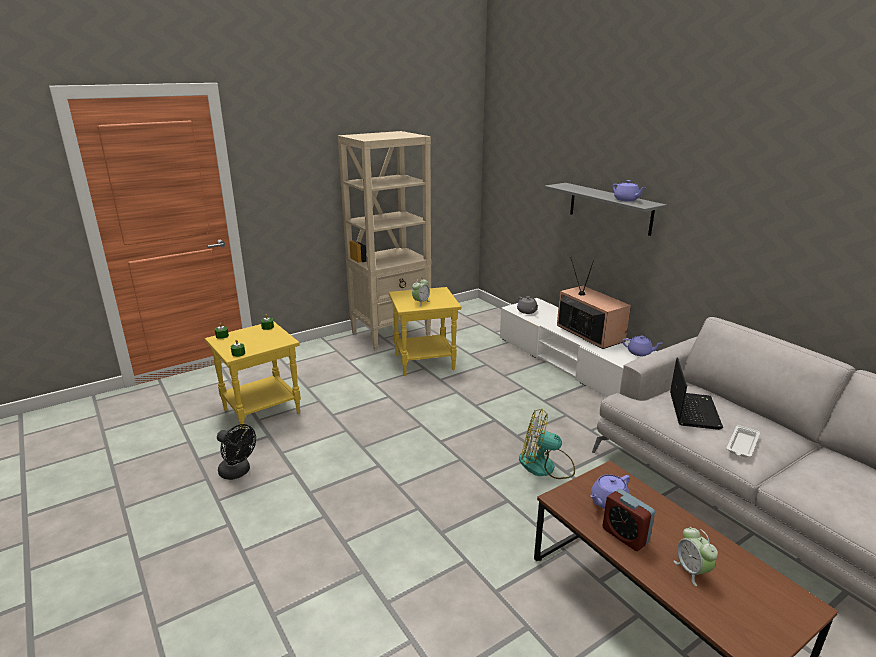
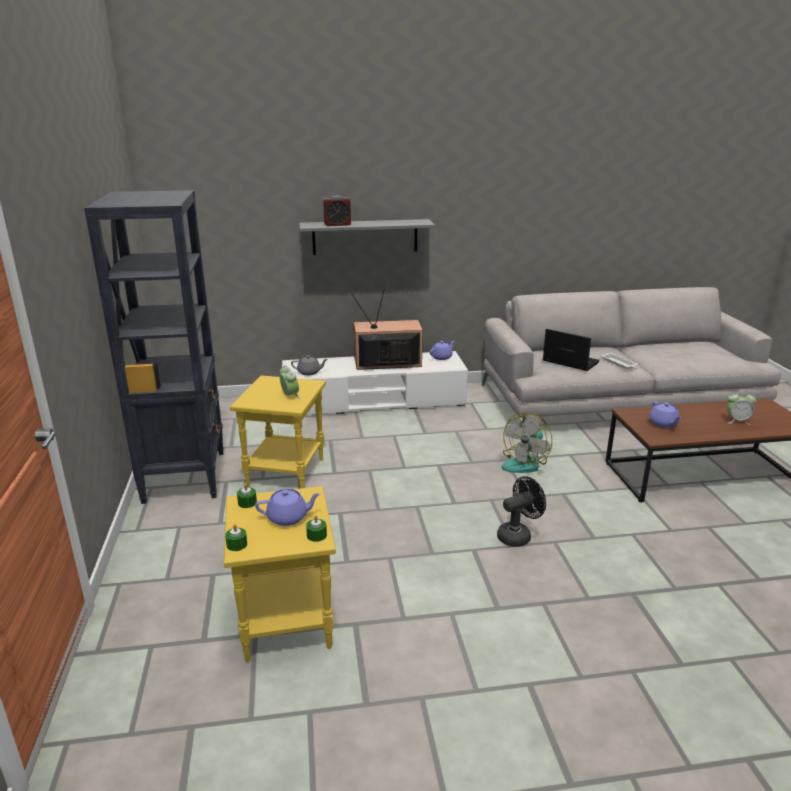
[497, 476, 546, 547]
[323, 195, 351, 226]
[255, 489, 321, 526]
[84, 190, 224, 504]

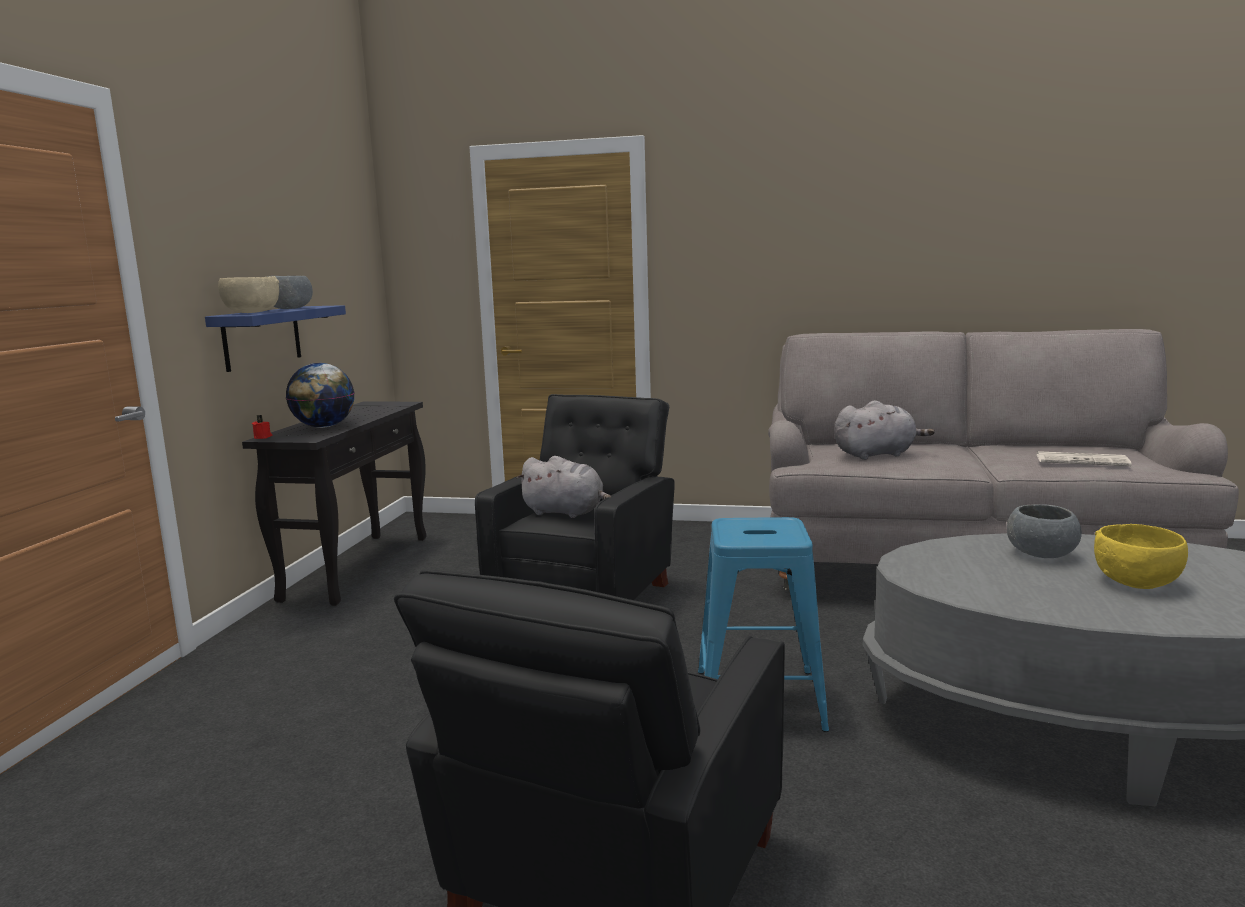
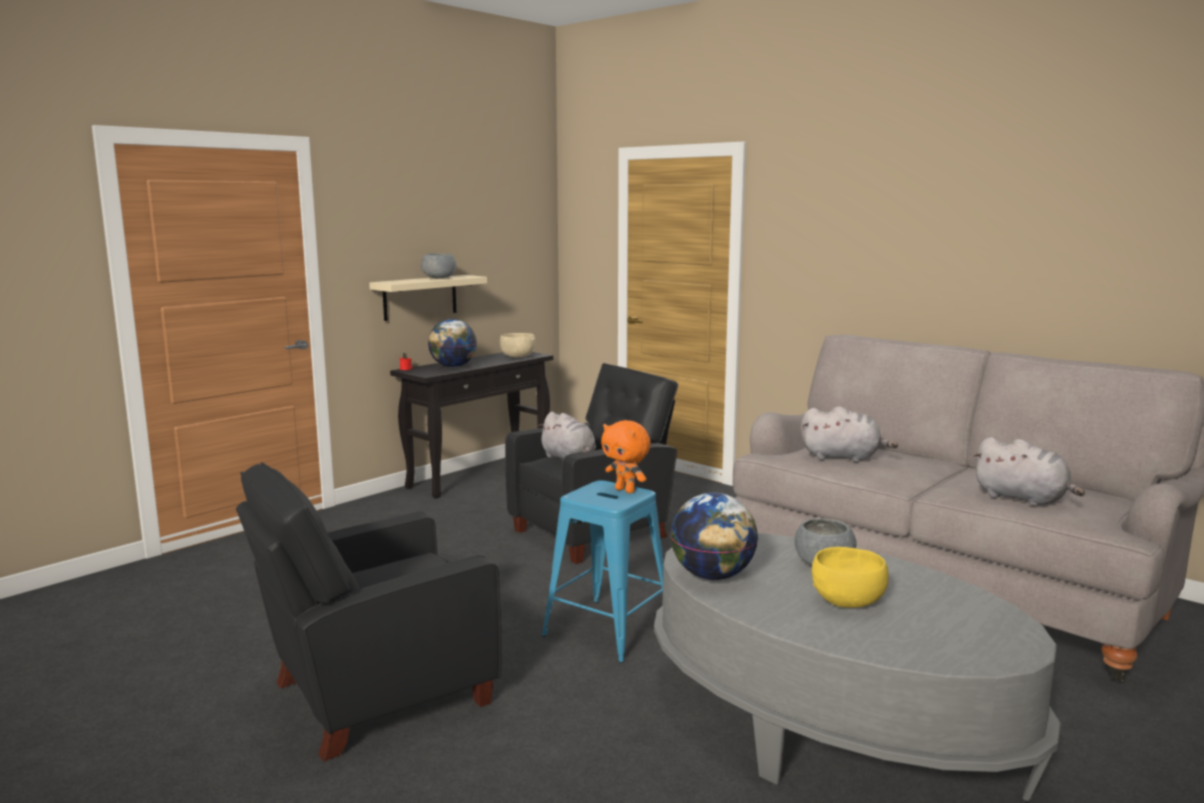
[601, 420, 651, 493]
[670, 493, 758, 580]
[500, 333, 535, 357]
[973, 437, 1085, 506]
[369, 275, 487, 321]

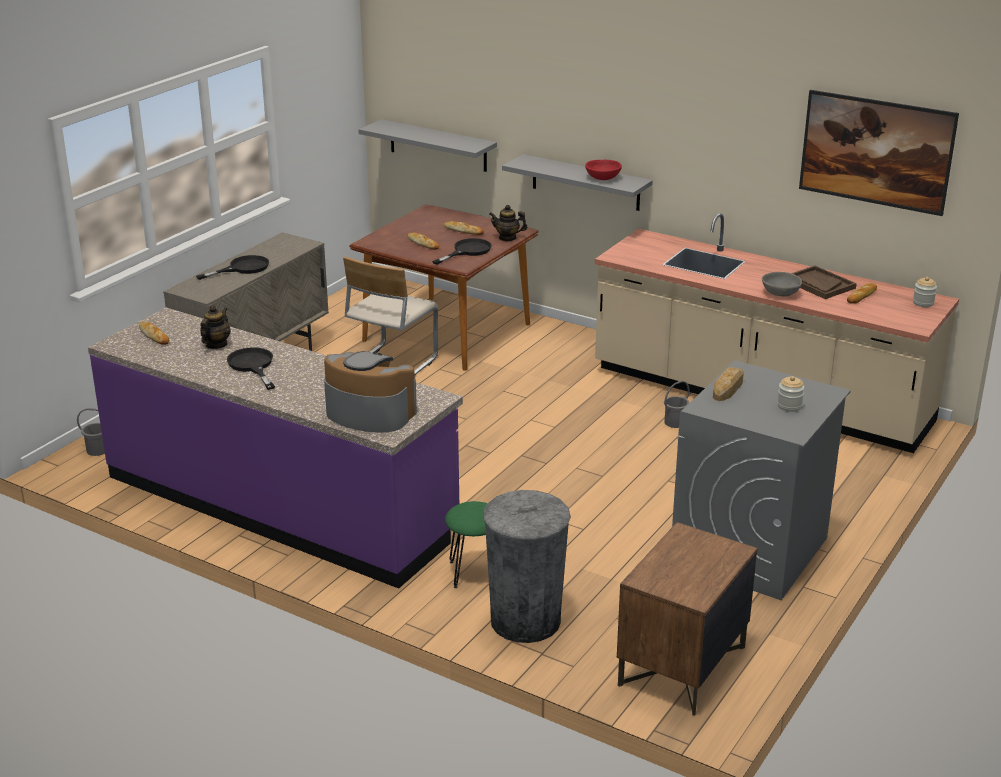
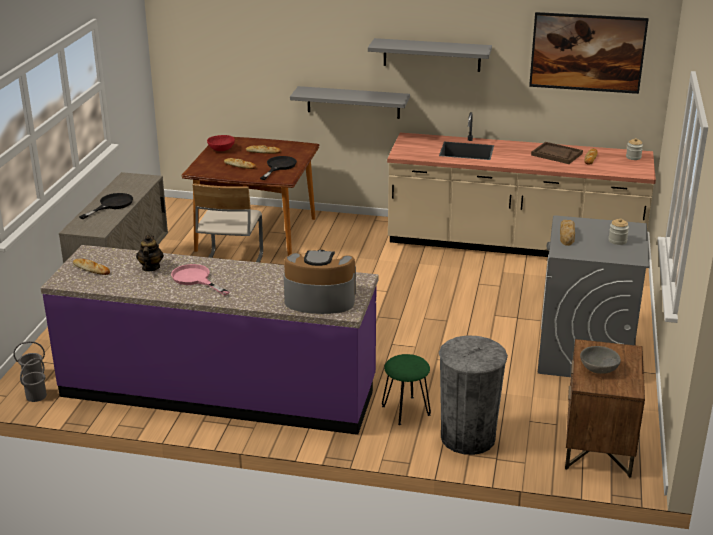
[489, 205, 527, 241] (first image)
[368, 38, 492, 72]
[207, 135, 235, 151]
[20, 358, 47, 402]
[580, 346, 621, 374]
[171, 264, 230, 296]

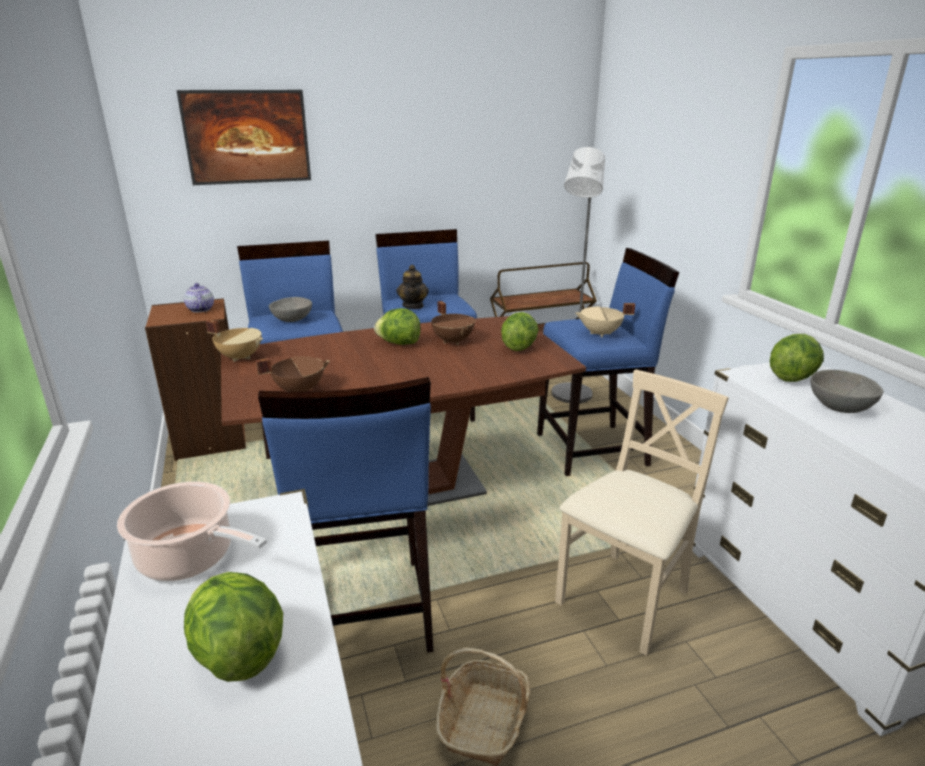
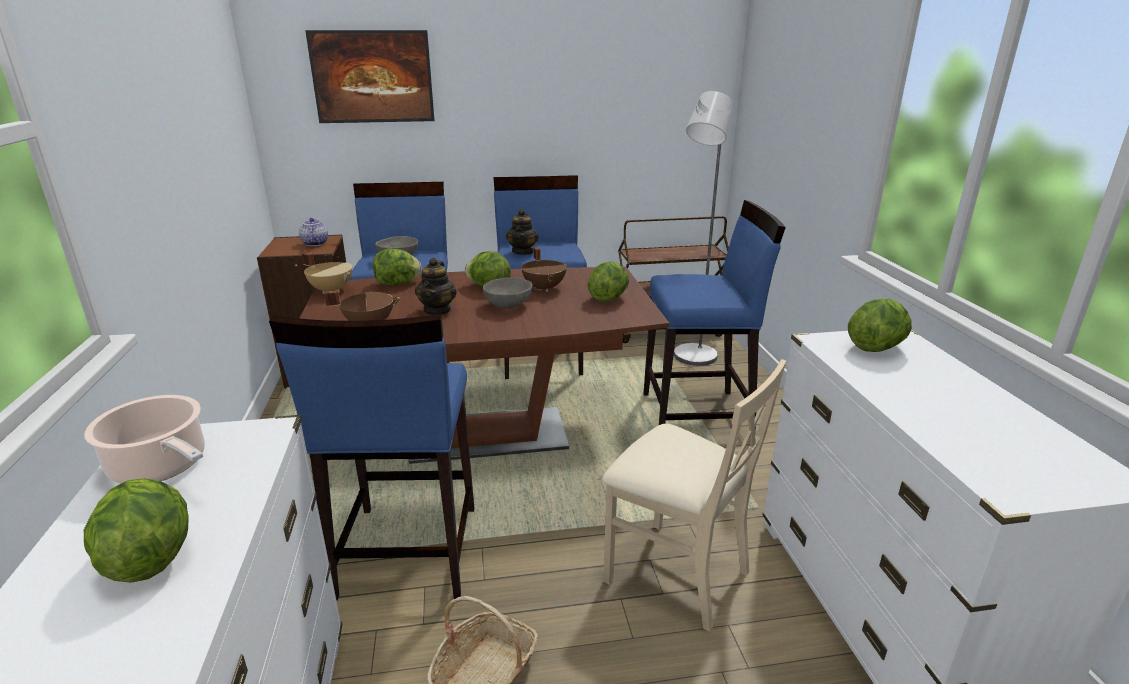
[575, 303, 635, 337] (first image)
[373, 248, 421, 285]
[415, 258, 457, 315]
[483, 277, 532, 309]
[602, 359, 786, 632]

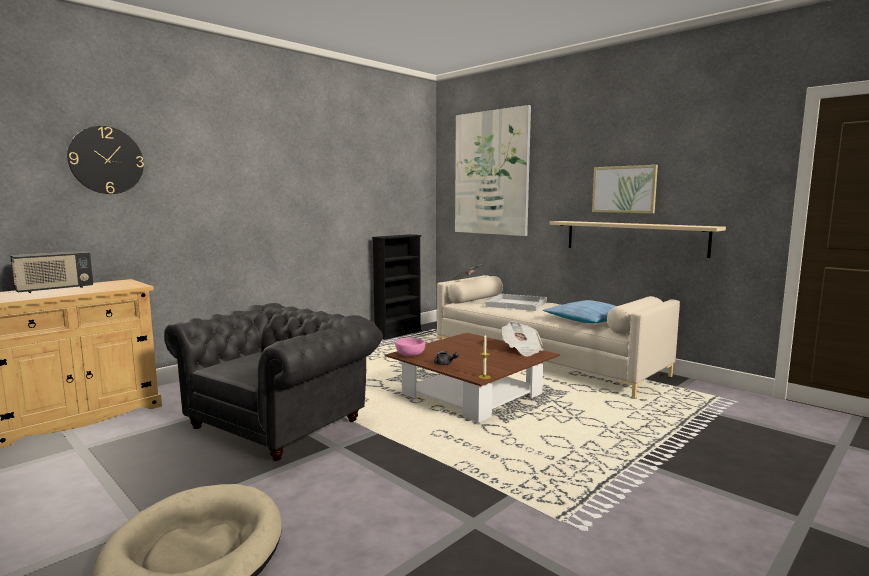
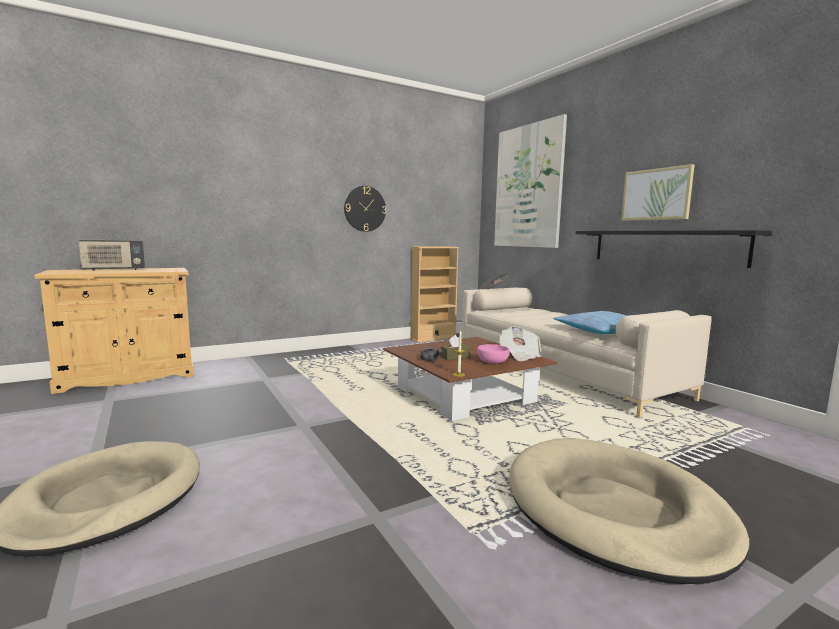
[164, 303, 383, 461] (first image)
[486, 294, 547, 311] (first image)
[440, 335, 470, 360]
[509, 438, 750, 584]
[344, 186, 386, 232]
[477, 344, 509, 364]
[410, 246, 460, 342]
[576, 230, 772, 268]

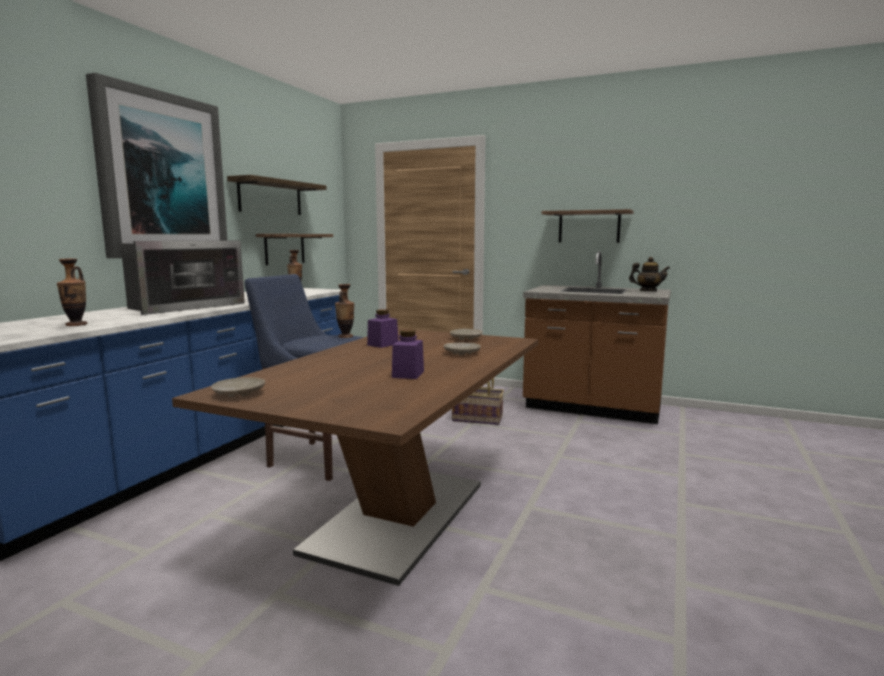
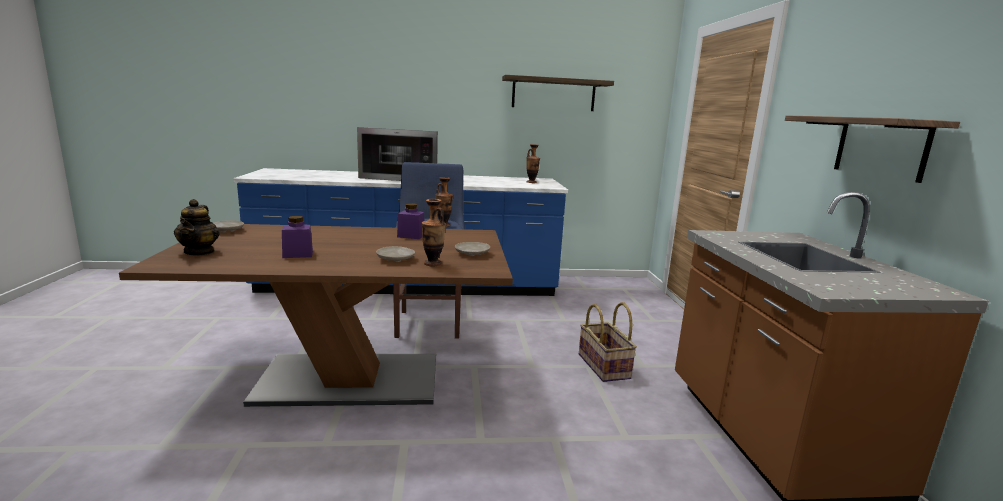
[86, 73, 227, 258] (first image)
[256, 234, 333, 265] (first image)
[421, 199, 446, 266]
[174, 199, 220, 256]

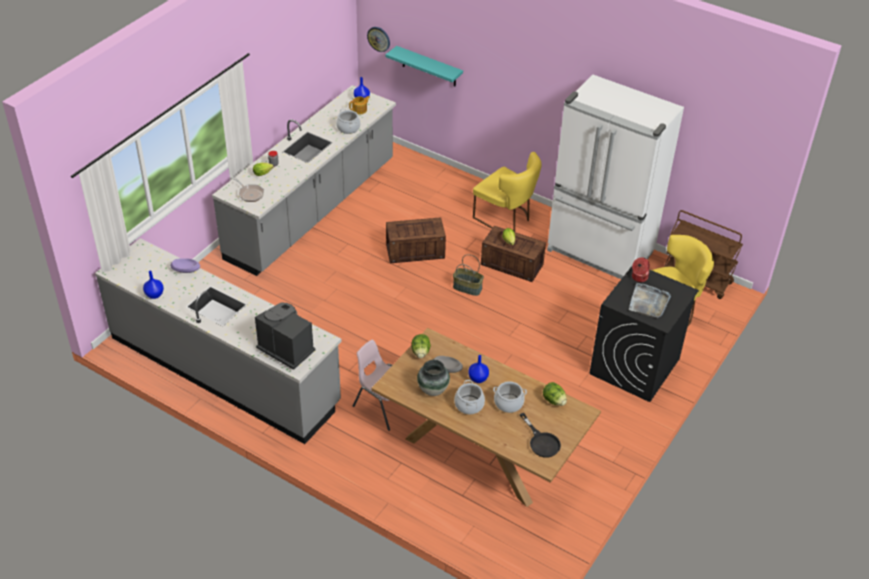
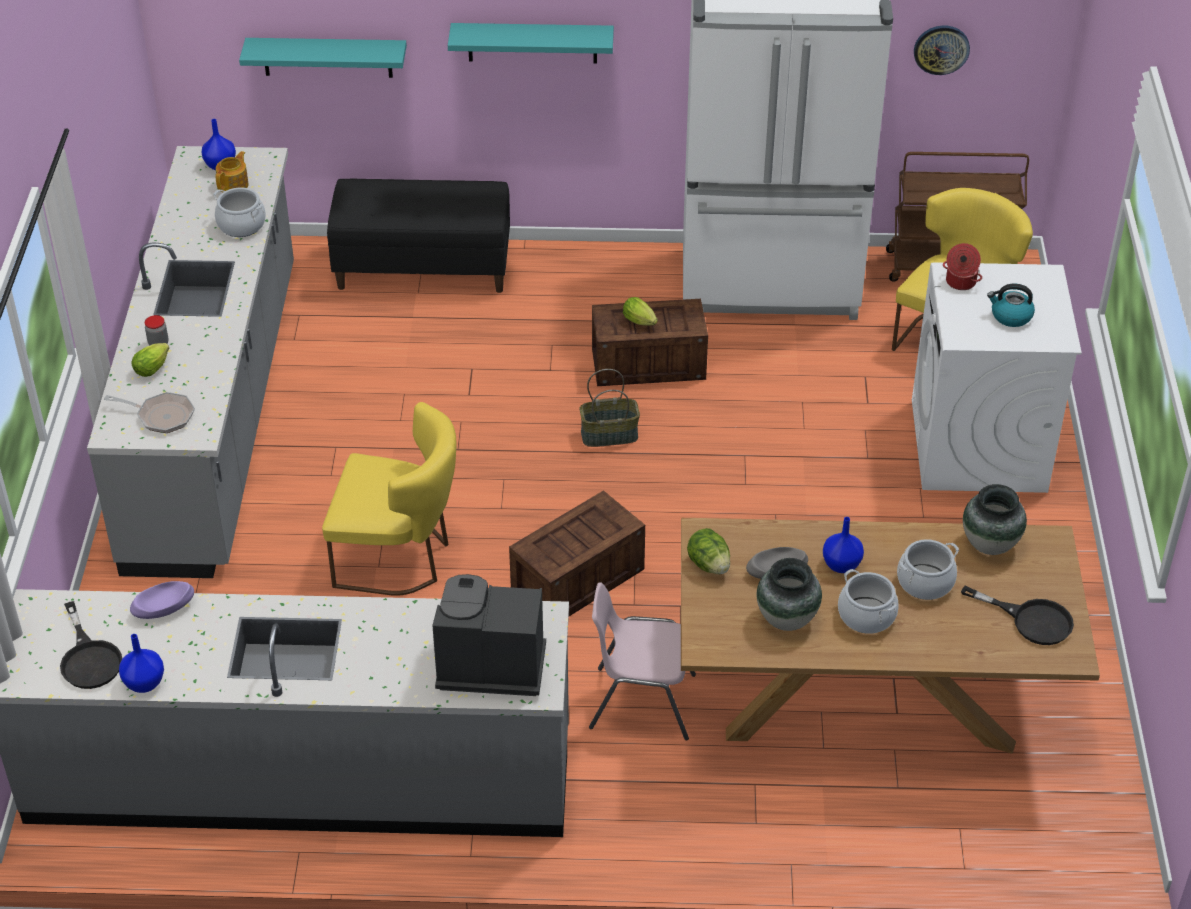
[60, 601, 122, 689]
[327, 179, 510, 293]
[448, 23, 614, 64]
[914, 26, 970, 75]
[509, 490, 645, 616]
[322, 402, 457, 596]
[963, 484, 1027, 555]
[987, 284, 1035, 327]
[912, 262, 1082, 493]

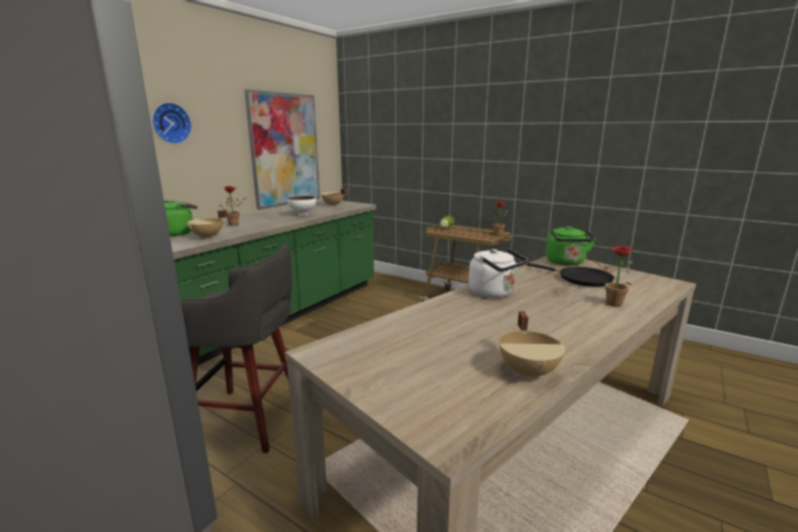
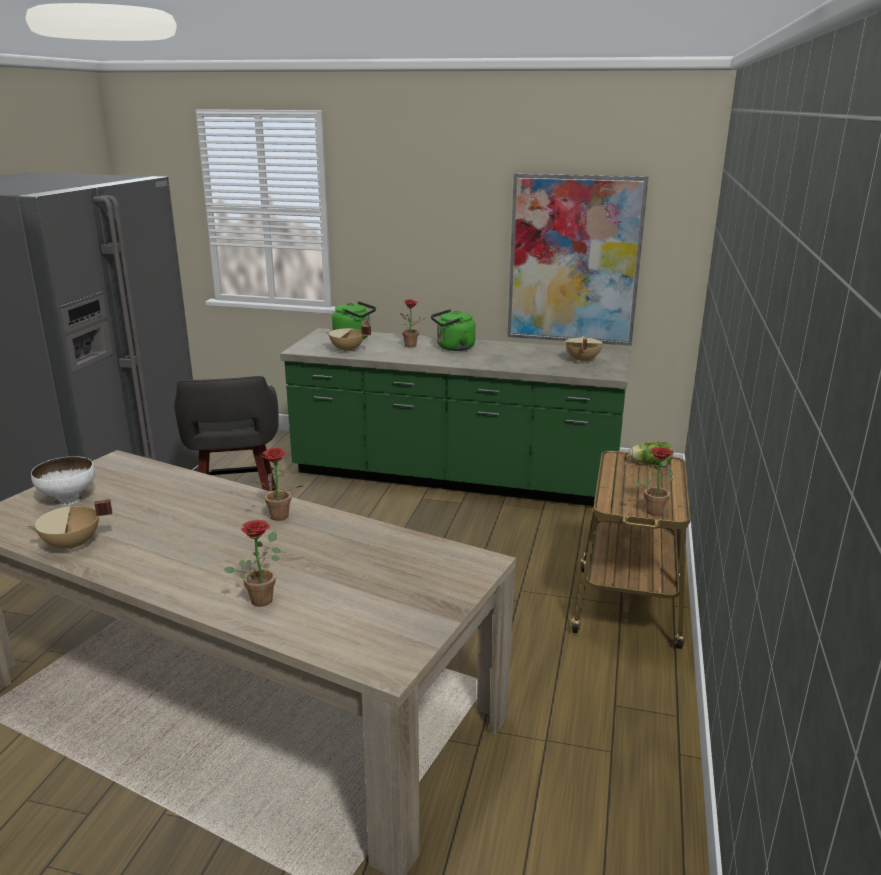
[152, 102, 192, 144] (first image)
[527, 263, 614, 287] (first image)
[31, 456, 95, 505]
[431, 309, 476, 351]
[249, 448, 303, 521]

